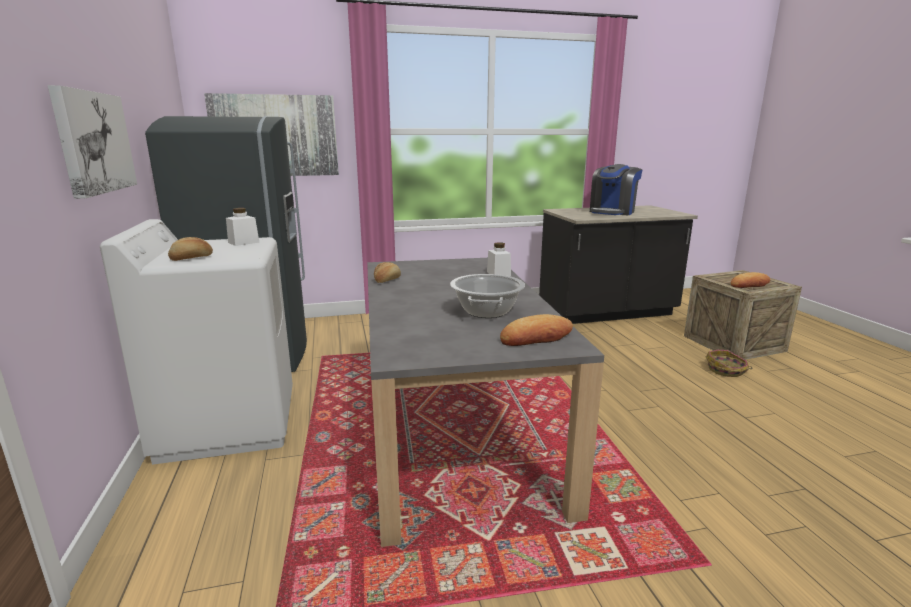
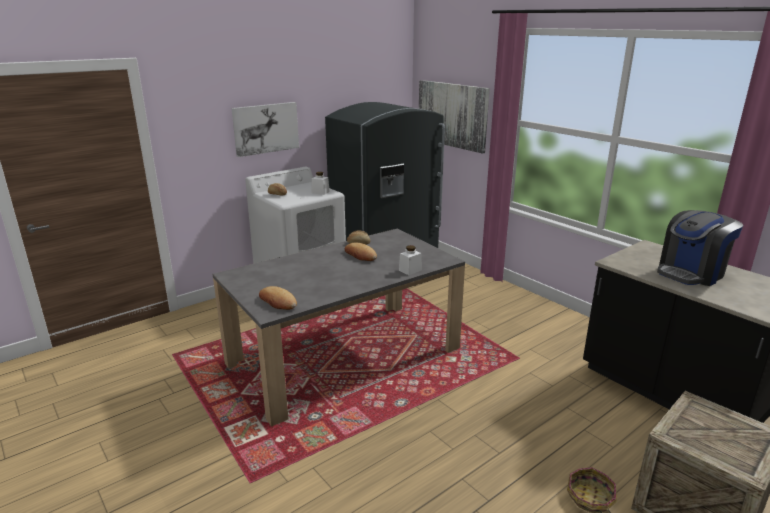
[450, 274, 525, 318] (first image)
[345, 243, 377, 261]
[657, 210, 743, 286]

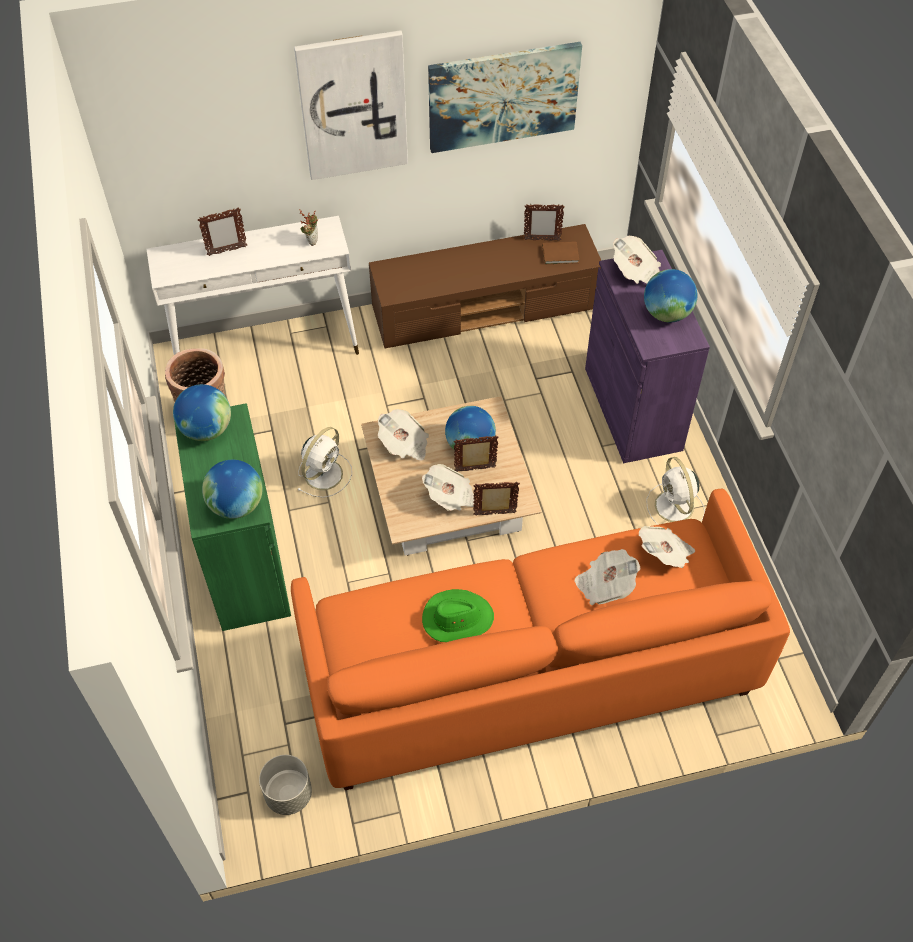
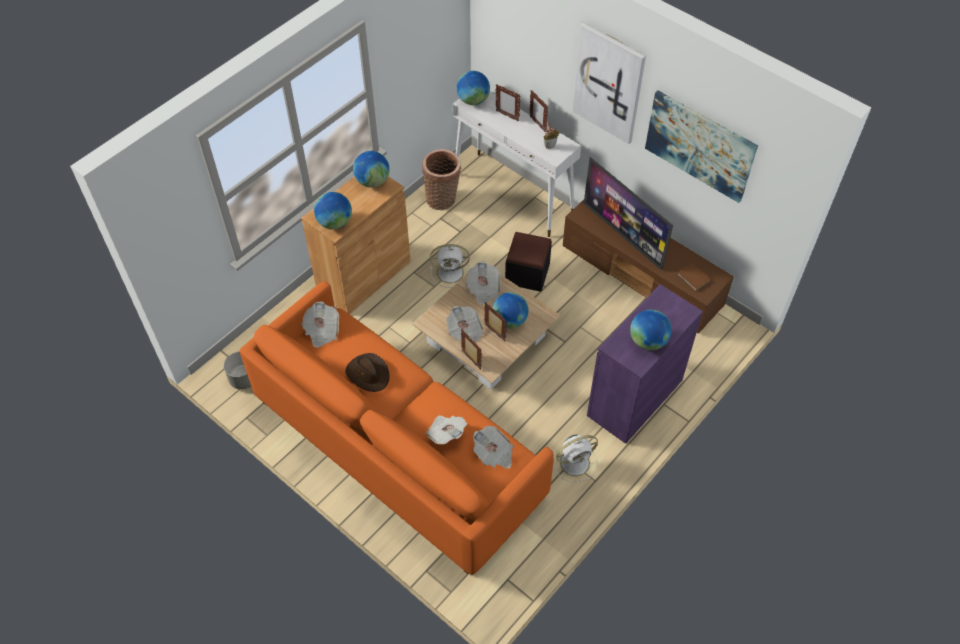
[456, 71, 490, 105]
[505, 232, 552, 292]
[584, 157, 673, 271]
[530, 90, 548, 132]
[302, 301, 340, 348]
[301, 176, 411, 314]
[345, 353, 390, 392]
[553, 435, 598, 482]

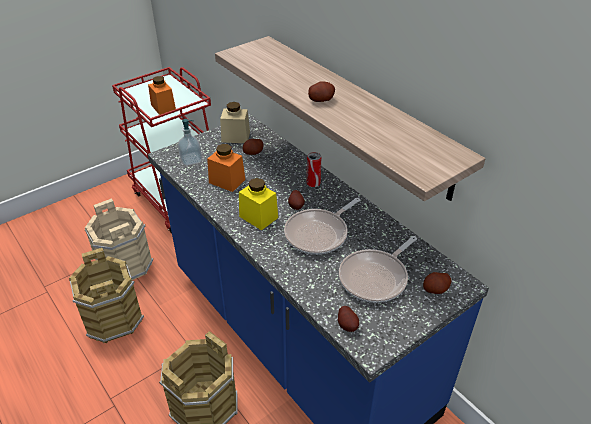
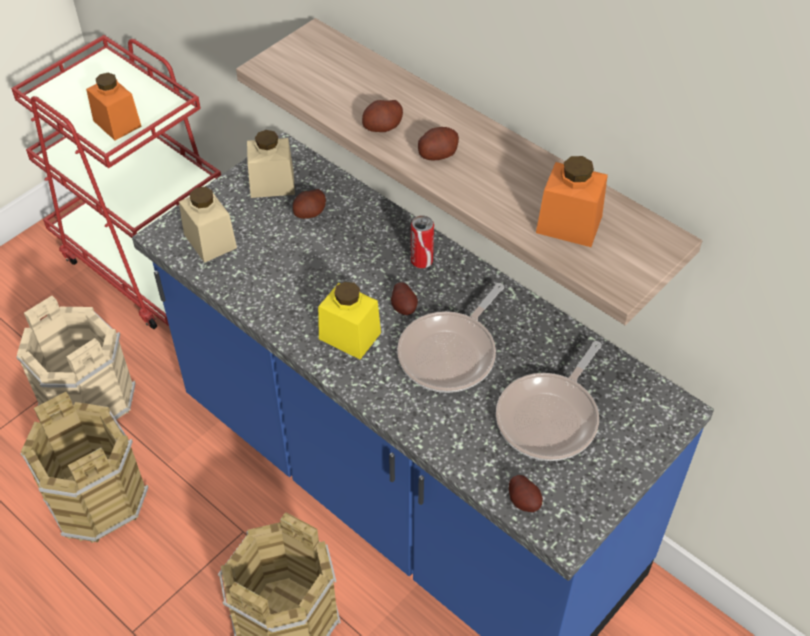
[536, 156, 608, 247]
[362, 100, 403, 132]
[179, 187, 237, 263]

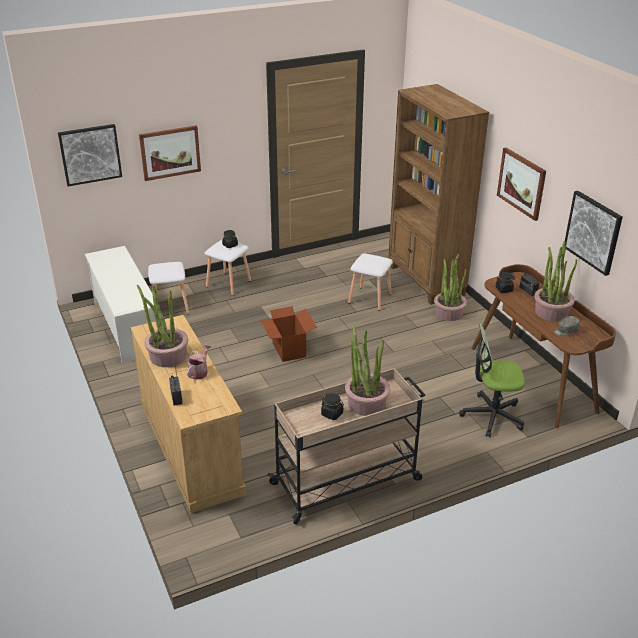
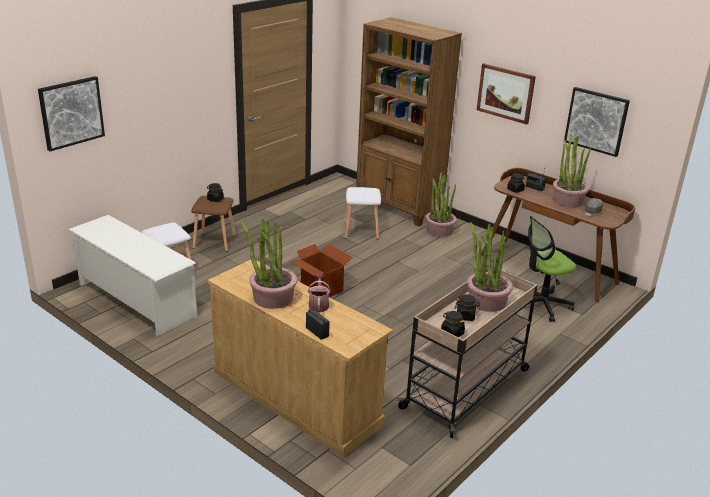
[139, 126, 201, 181] (first image)
[441, 311, 465, 337]
[191, 196, 236, 252]

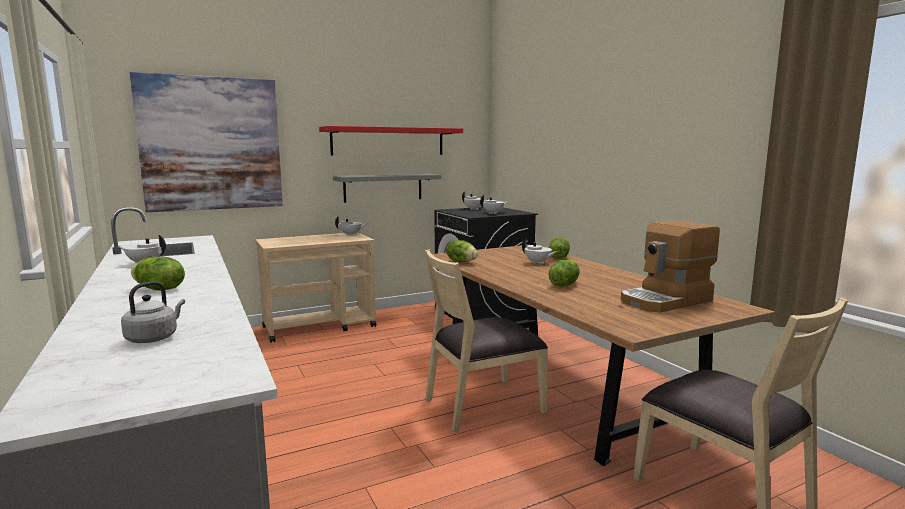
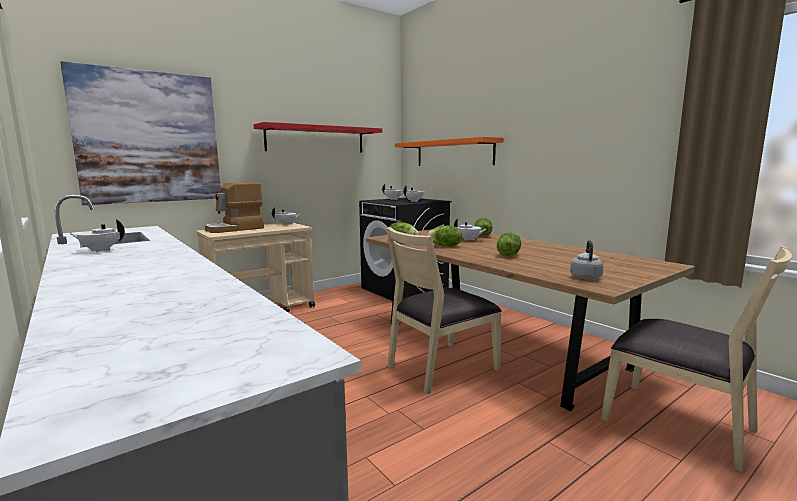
[333, 174, 441, 203] (first image)
[395, 137, 504, 166]
[570, 240, 604, 280]
[426, 226, 462, 246]
[205, 182, 264, 233]

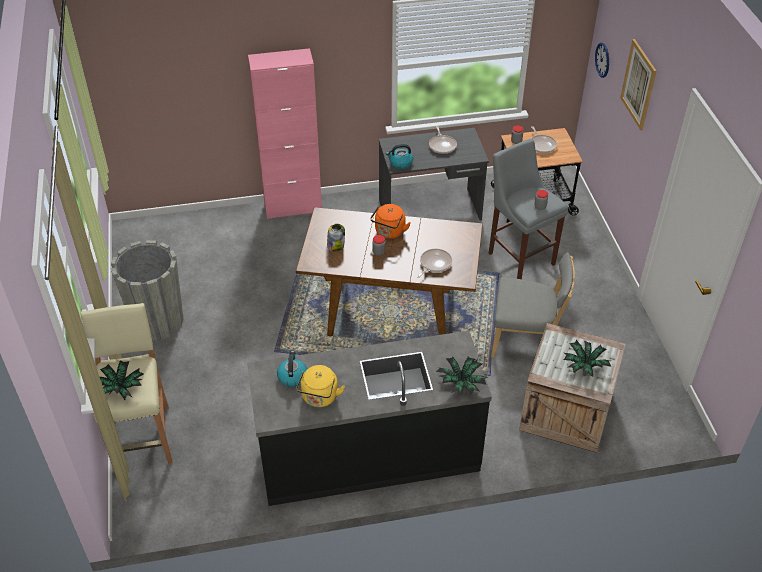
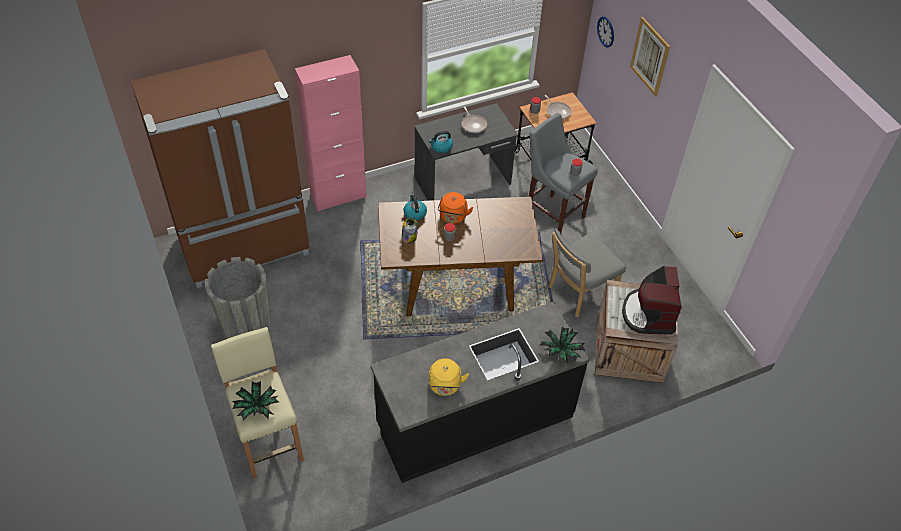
[417, 249, 452, 278] (first image)
[131, 49, 309, 289]
[404, 194, 427, 221]
[622, 266, 682, 335]
[549, 228, 626, 317]

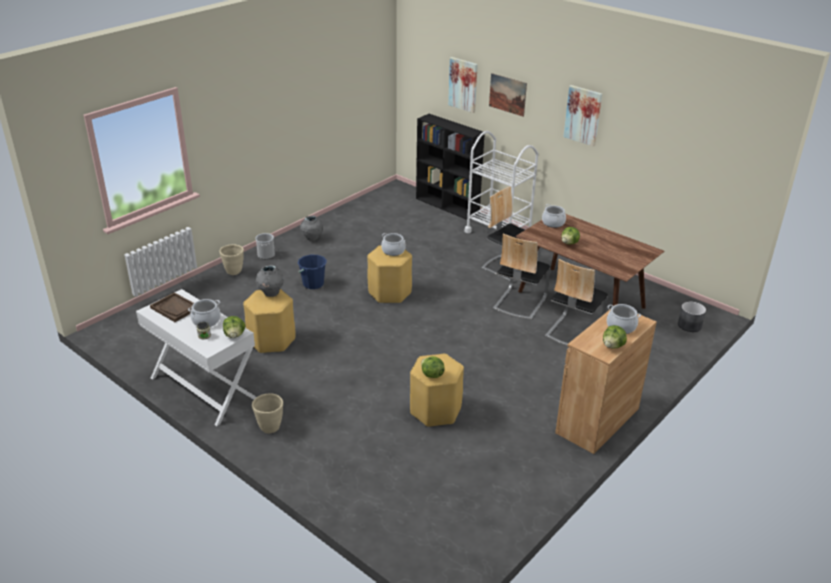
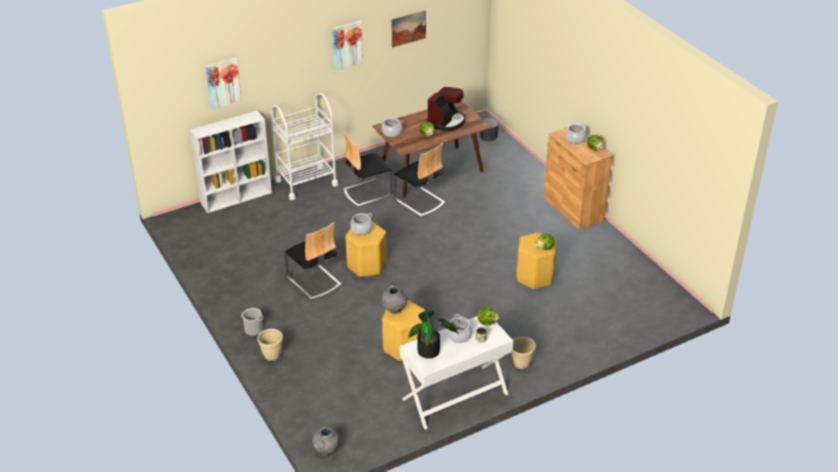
[297, 255, 327, 289] (first image)
[426, 87, 466, 131]
[313, 426, 340, 456]
[391, 10, 426, 48]
[284, 222, 341, 300]
[408, 311, 459, 359]
[190, 111, 272, 213]

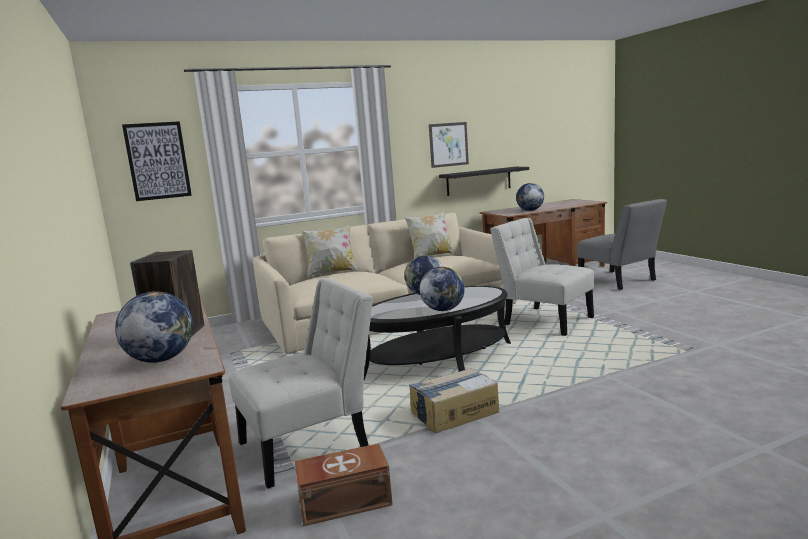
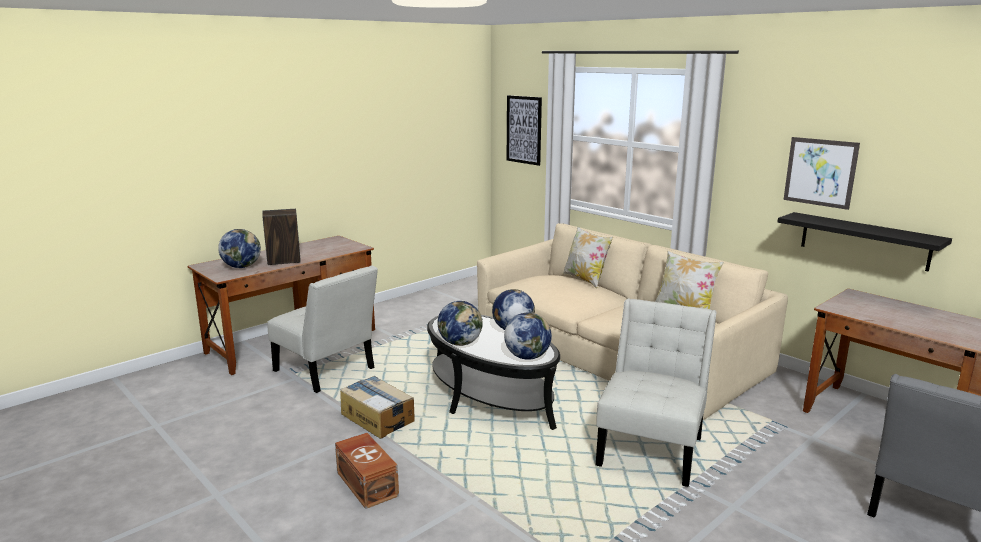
[335, 433, 399, 509]
[504, 313, 552, 360]

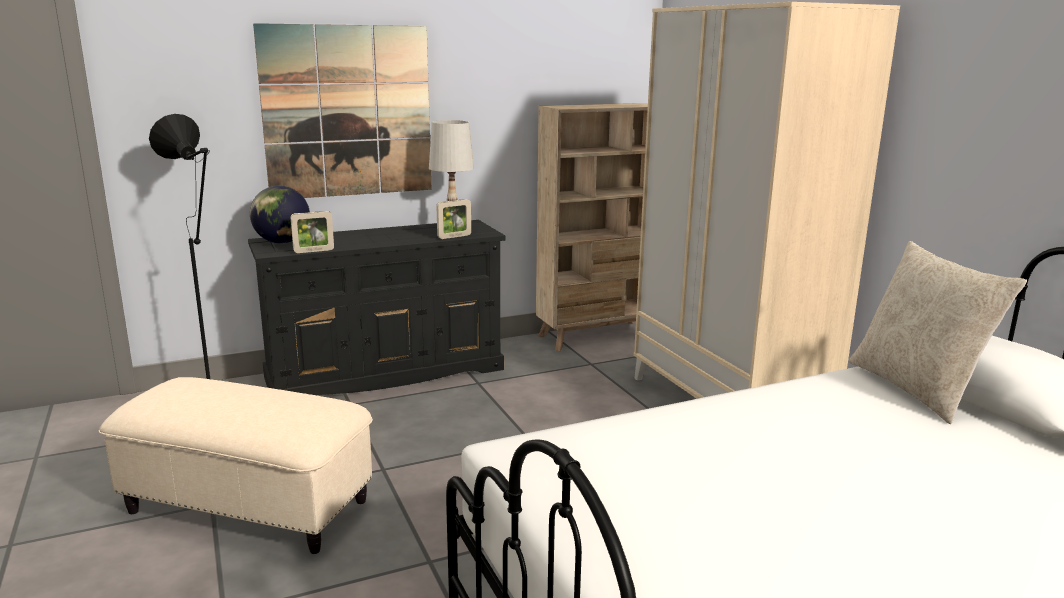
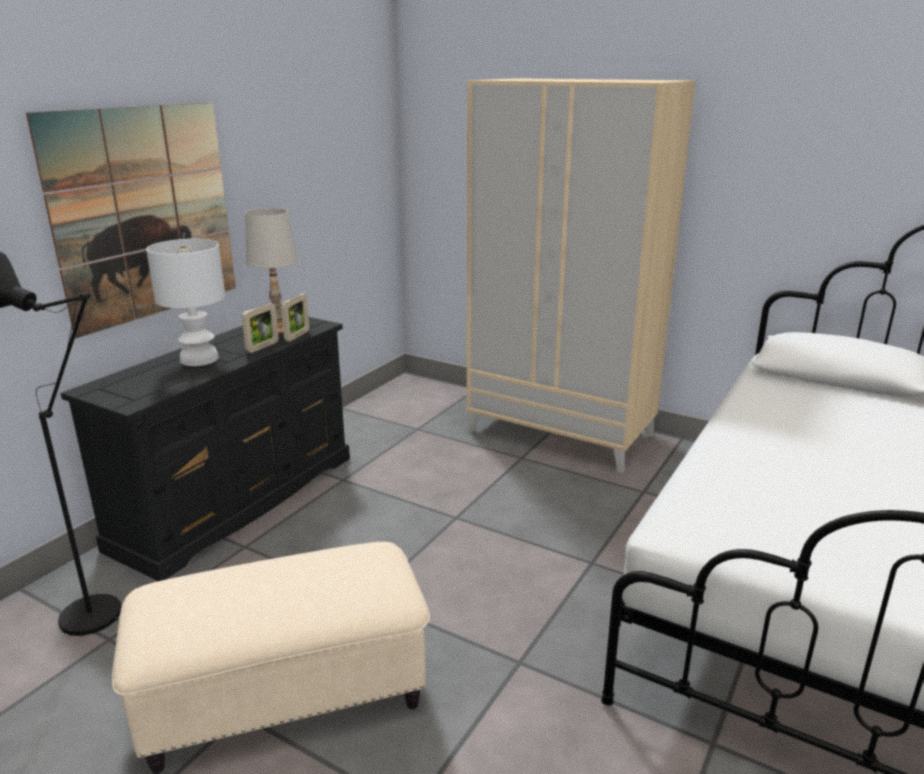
[250, 186, 310, 243] (first image)
[536, 103, 648, 351] (first image)
[849, 241, 1027, 424] (first image)
[146, 239, 225, 366]
[242, 303, 279, 353]

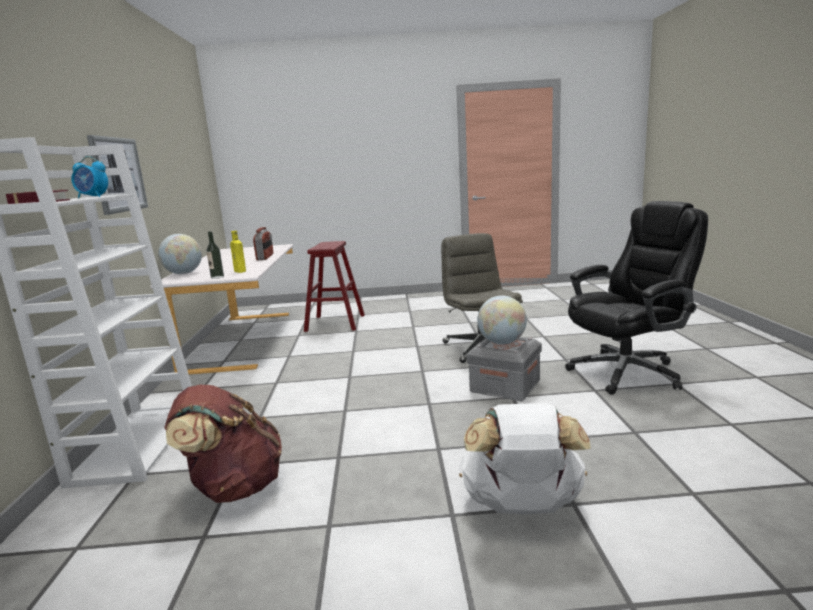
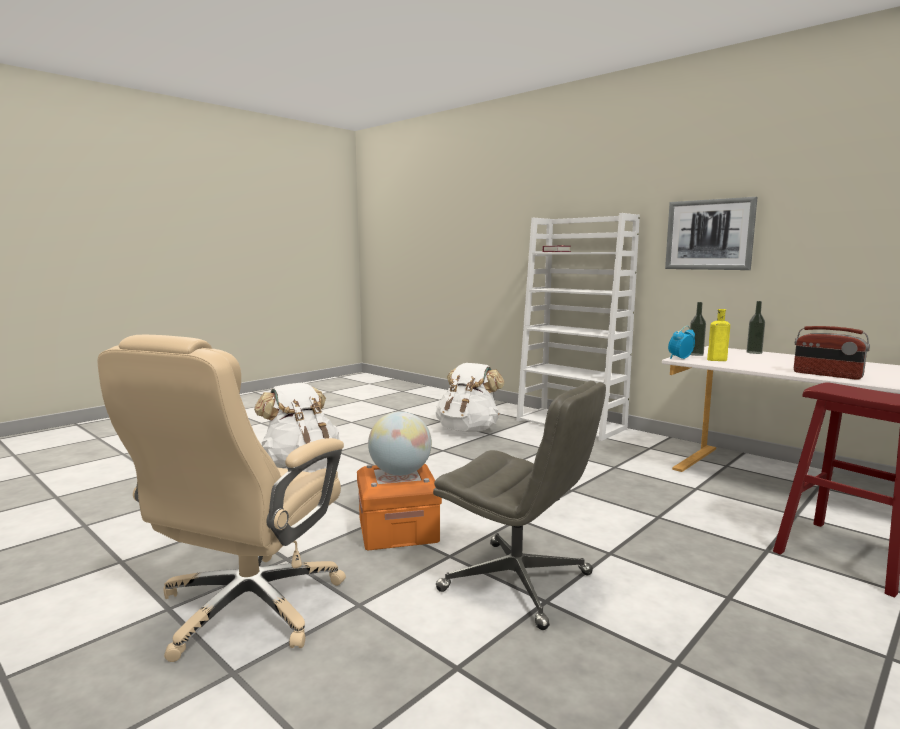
[668, 326, 695, 359]
[746, 301, 765, 354]
[436, 363, 504, 432]
[357, 464, 442, 550]
[97, 335, 346, 662]

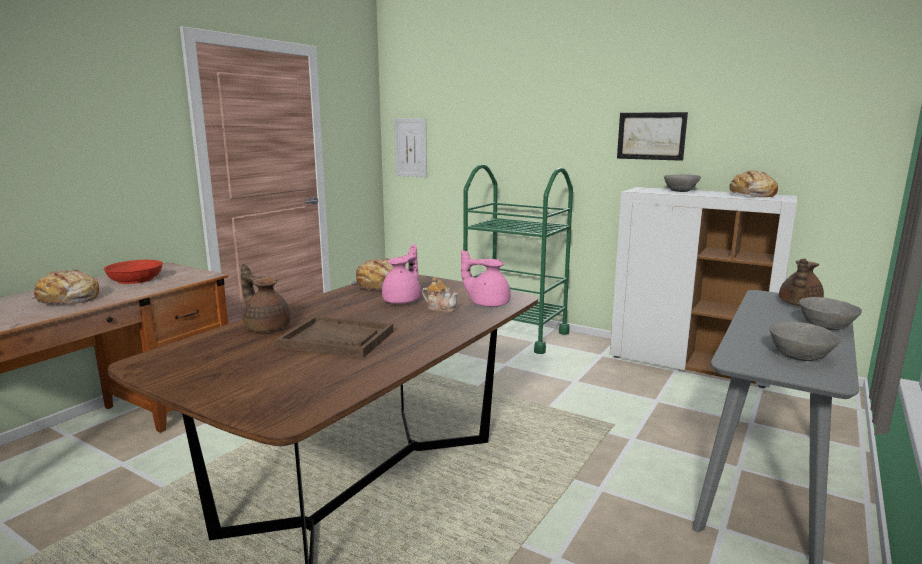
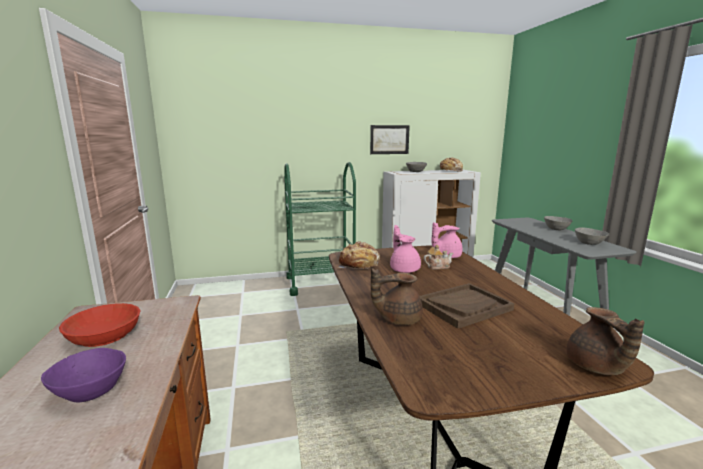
[394, 118, 427, 177] (first image)
[566, 307, 645, 375]
[41, 348, 126, 403]

